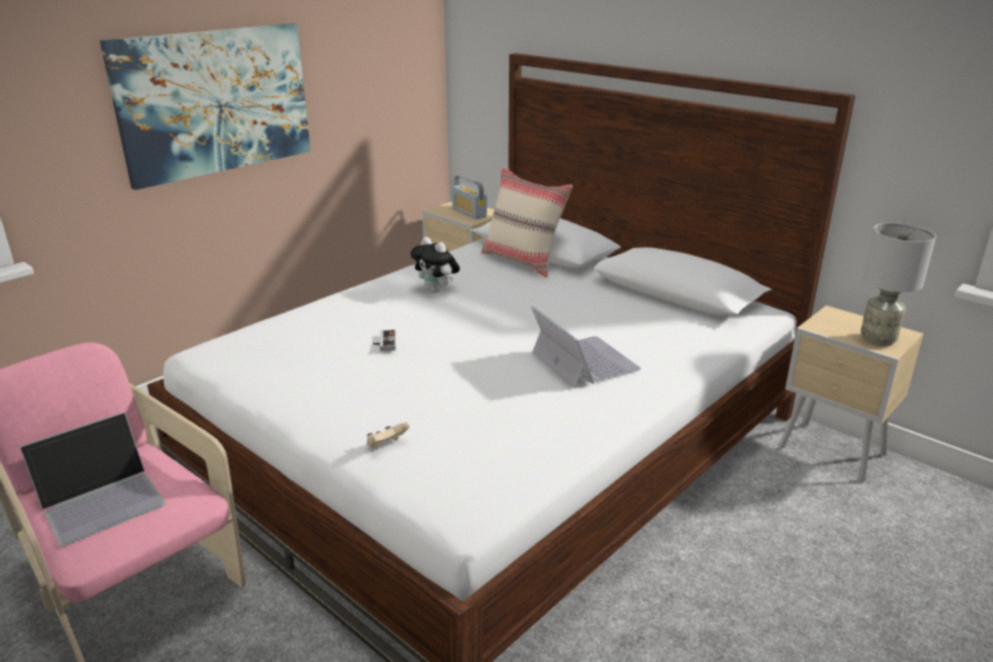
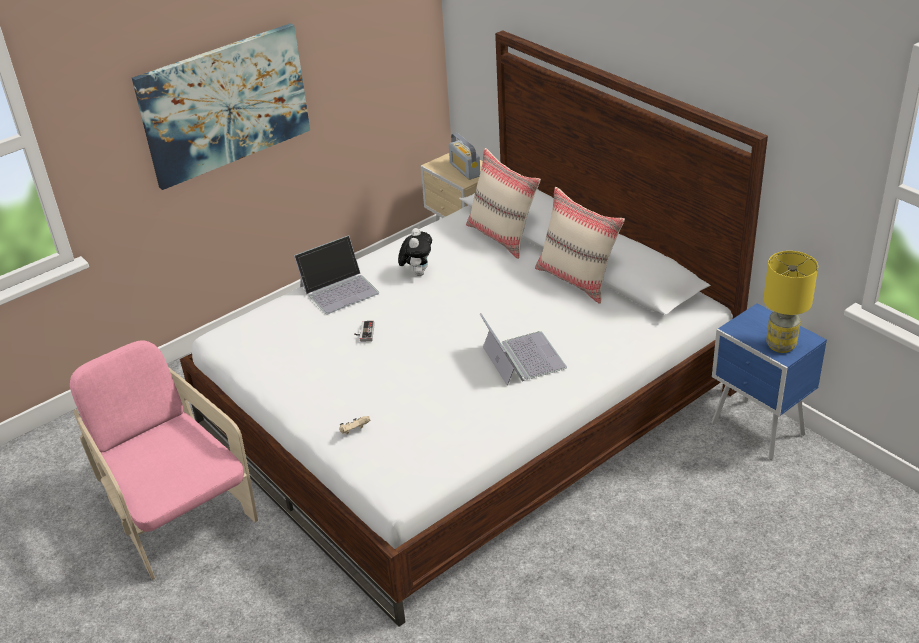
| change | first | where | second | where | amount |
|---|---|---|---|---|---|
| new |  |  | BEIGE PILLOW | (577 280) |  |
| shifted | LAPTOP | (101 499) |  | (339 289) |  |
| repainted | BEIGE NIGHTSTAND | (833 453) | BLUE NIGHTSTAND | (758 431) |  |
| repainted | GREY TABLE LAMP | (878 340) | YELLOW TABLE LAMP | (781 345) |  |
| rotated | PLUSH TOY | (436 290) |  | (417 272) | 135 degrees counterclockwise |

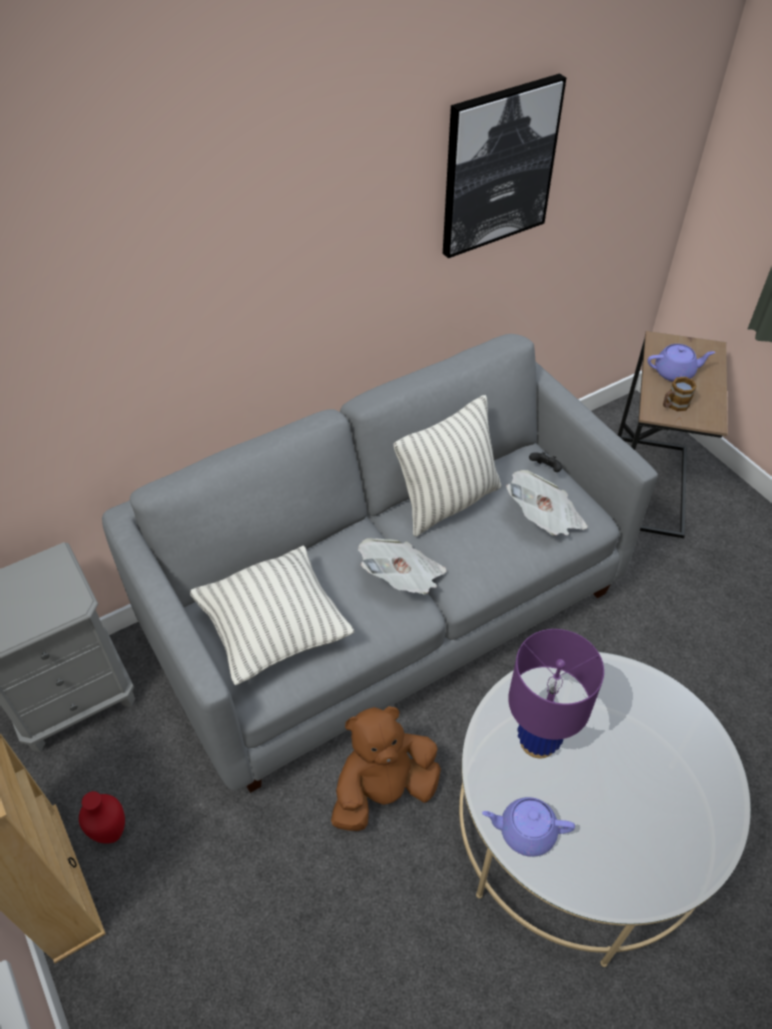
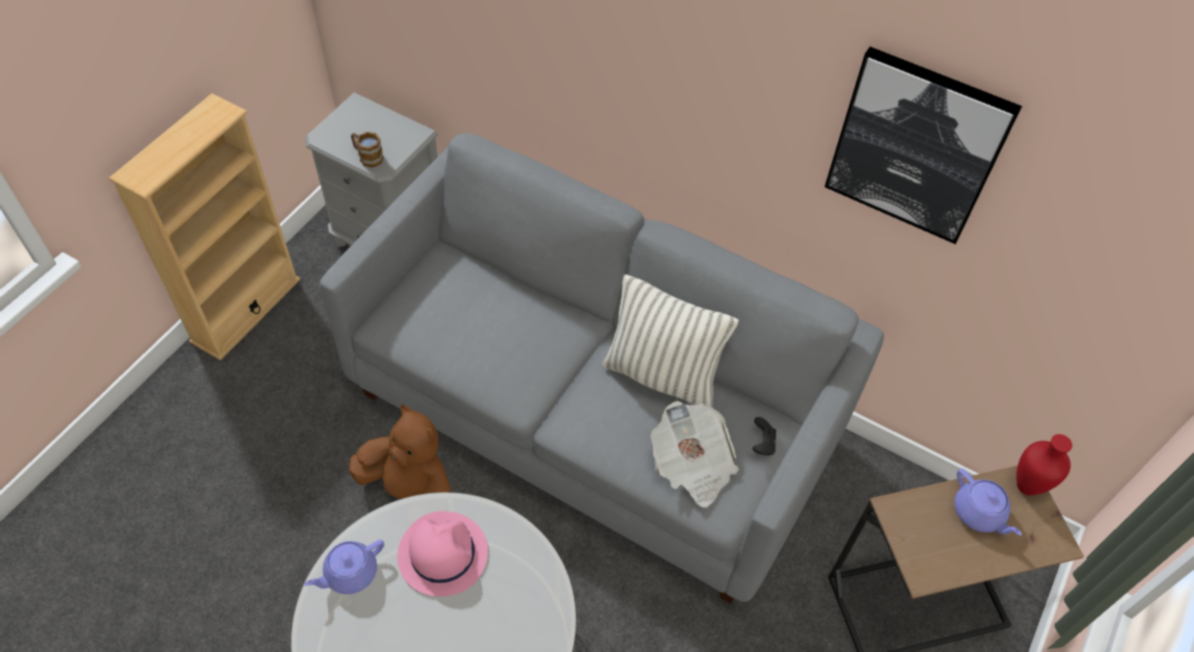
| change | first | where | second | where | amount |
|---|---|---|---|---|---|
| gone | PILLOW | (274 631) |  |  |  |
| gone | NEWSPAPER | (403 578) |  |  |  |
| shifted | RED VASE | (112 835) |  | (1026 487) |  |
| shifted | MUG | (674 405) |  | (367 156) |  |
| swapped | PURPLE TABLE LAMP | (537 741) | PINK HAT | (442 553) |  |
| rotated | PURPLE TEAPOT | (525 831) |  | (350 573) | 105 degrees counterclockwise |

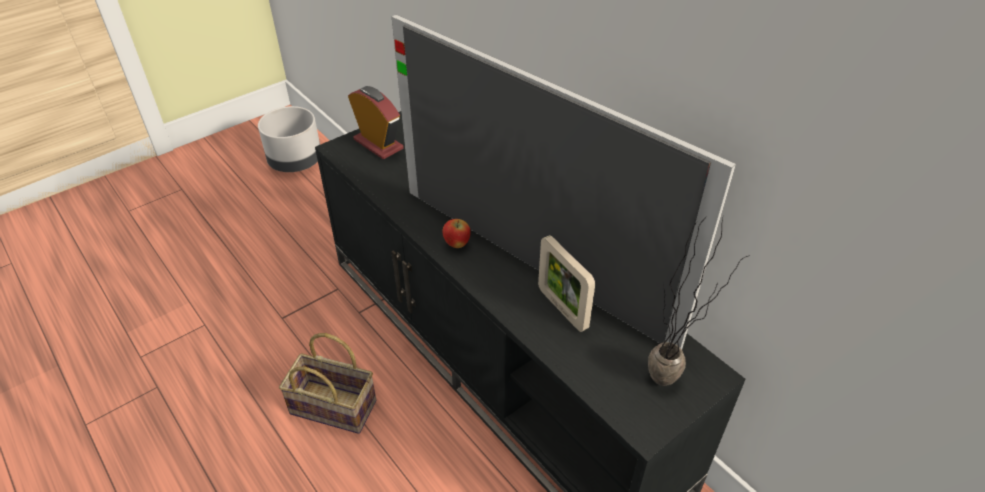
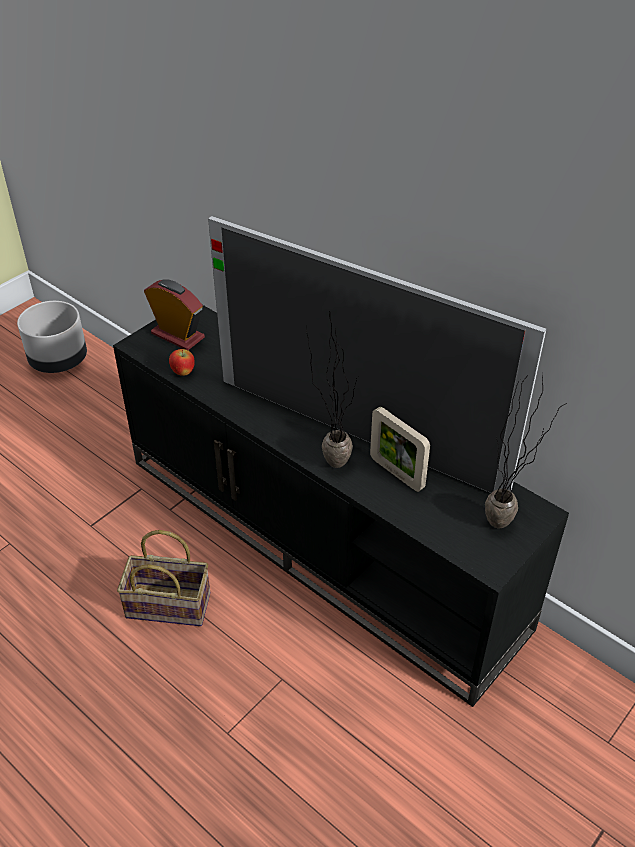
| change | first | where | second | where | amount |
|---|---|---|---|---|---|
| new |  |  | POTTED PLANT | (330 458) |  |
| shifted | APPLE | (457 244) |  | (183 372) |  |

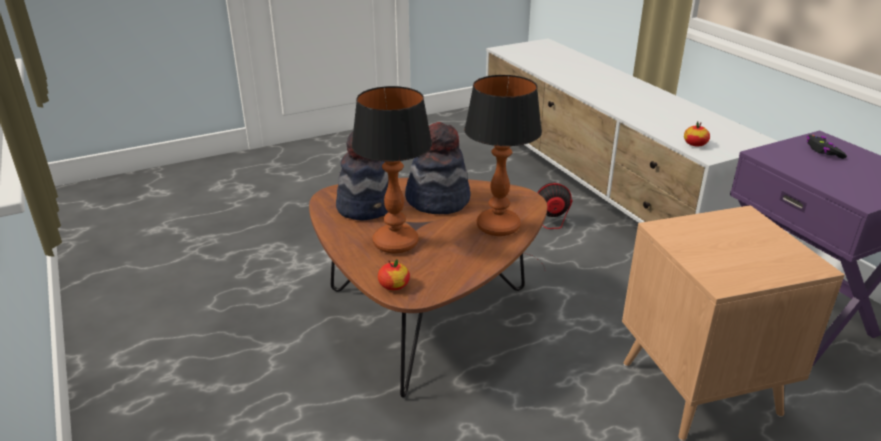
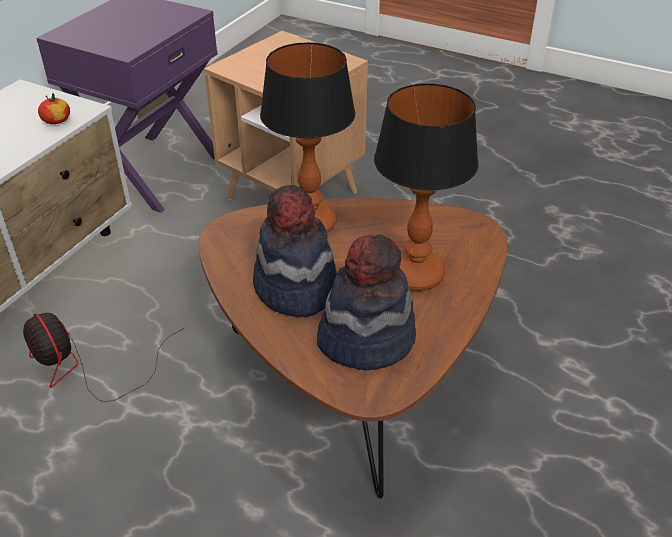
| change | first | where | second | where | amount |
|---|---|---|---|---|---|
| gone | APPLE | (394 285) |  |  |  |
| gone | BLACK GAME CONTROLLER | (823 151) |  |  |  |

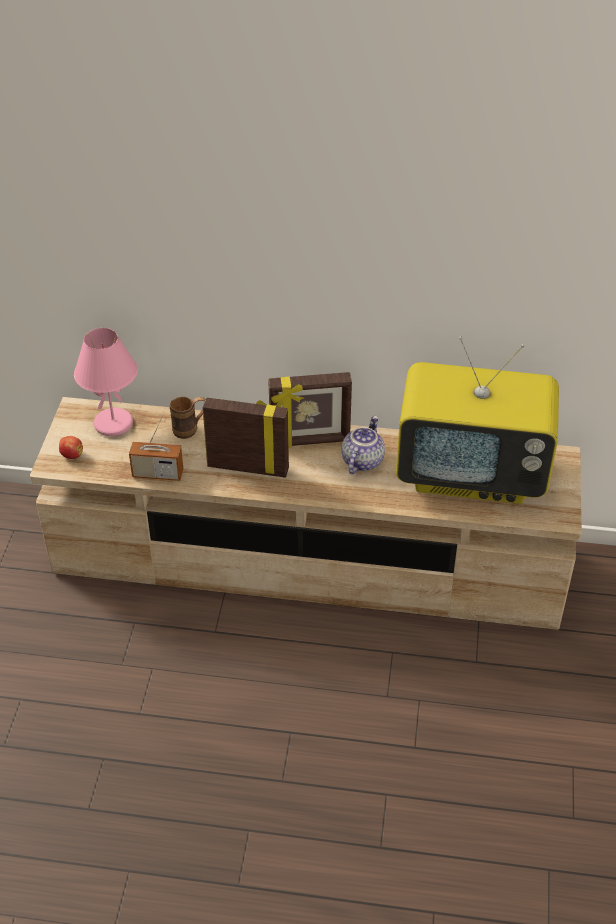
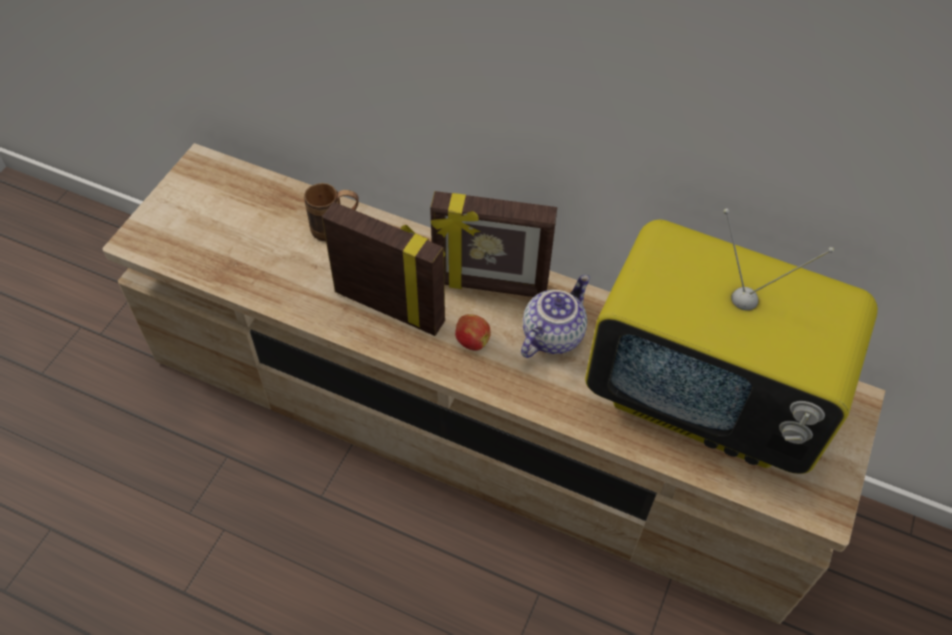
| change | first | where | second | where | amount |
|---|---|---|---|---|---|
| gone | PINK TABLE LAMP | (114 423) |  |  |  |
| gone | RADIO | (158 474) |  |  |  |
| shifted | APPLE | (71 455) |  | (471 341) |  |

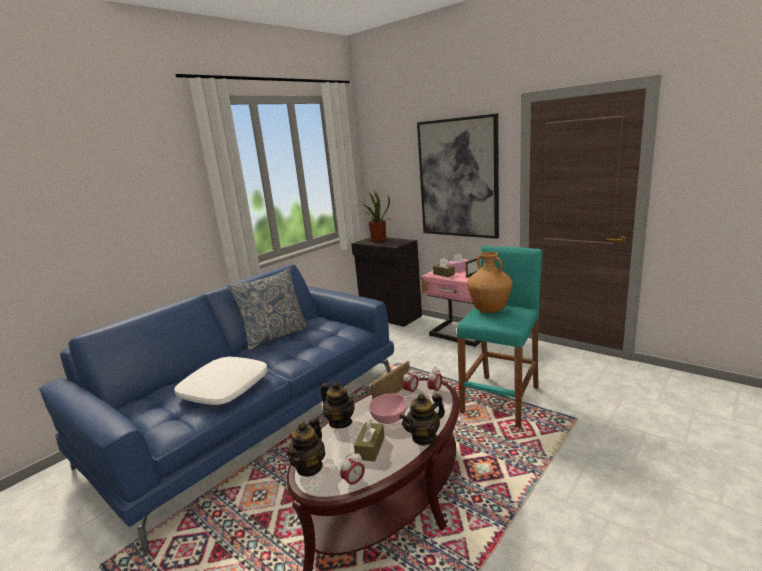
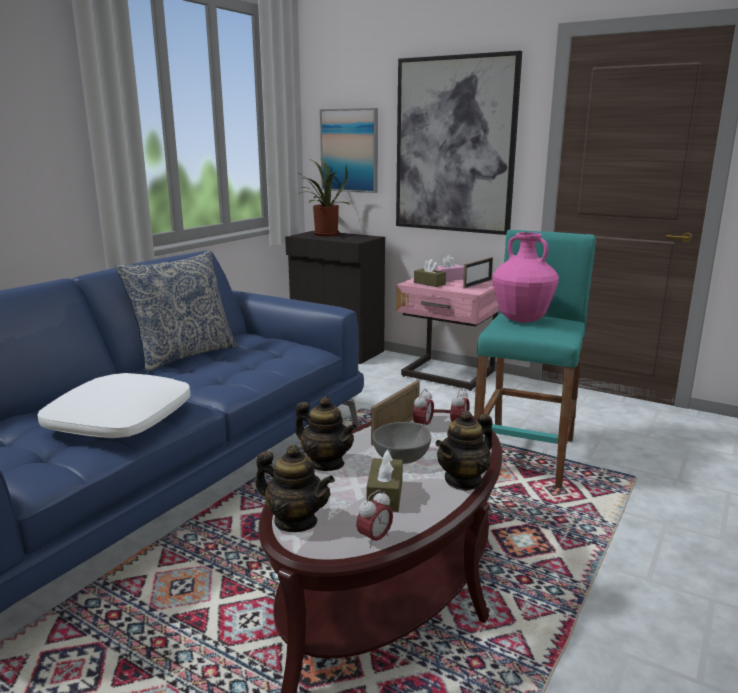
| change | first | where | second | where | amount |
|---|---|---|---|---|---|
| new |  |  | PICTURE | (349 150) |  |
| repainted | PINK BOWL | (390 419) | GREY BOWL | (403 459) |  |
| repainted | BROWN VASE | (489 310) | PINK VASE | (521 320) |  |
| rotated | TEAPOT | (309 467) |  | (295 521) | 75 degrees counterclockwise |

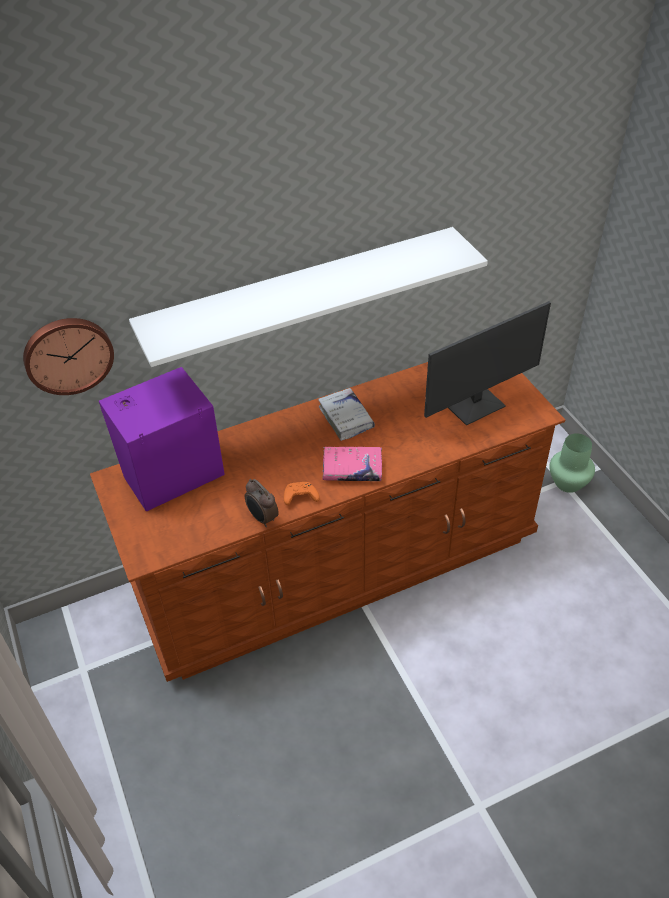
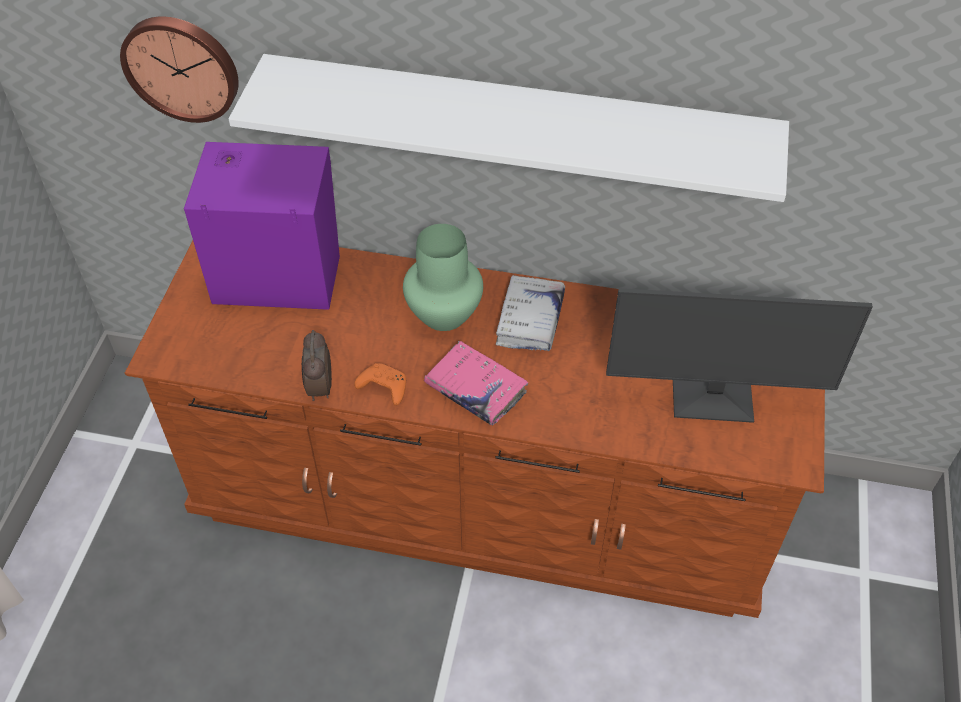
| change | first | where | second | where | amount |
|---|---|---|---|---|---|
| shifted | GREEN VASE | (568 482) |  | (445 313) |  |

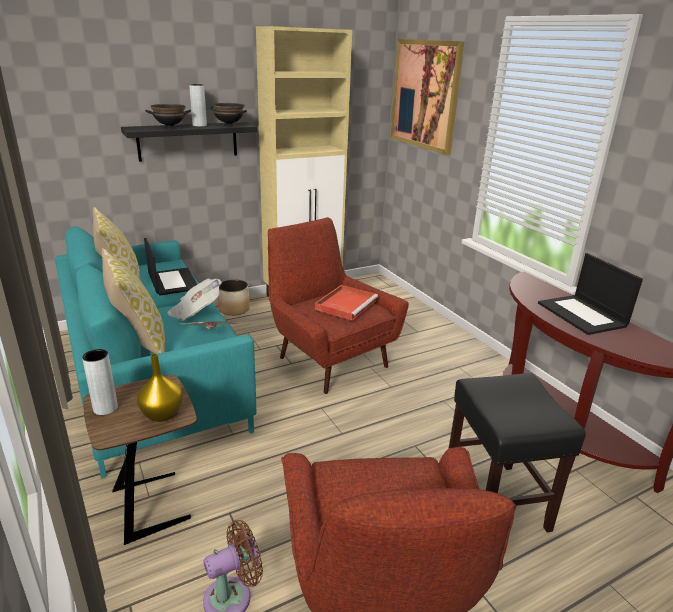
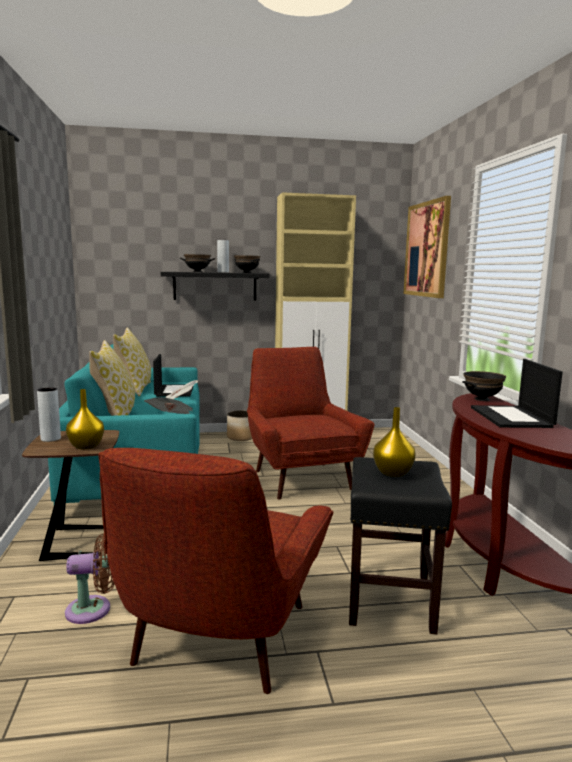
| change | first | where | second | where | amount |
|---|---|---|---|---|---|
| gone | RED TRAY | (346 304) |  |  |  |
| new |  |  | YELLOW VASE | (392 473) |  |
| new |  |  | BLACK BOWL | (482 399) |  |

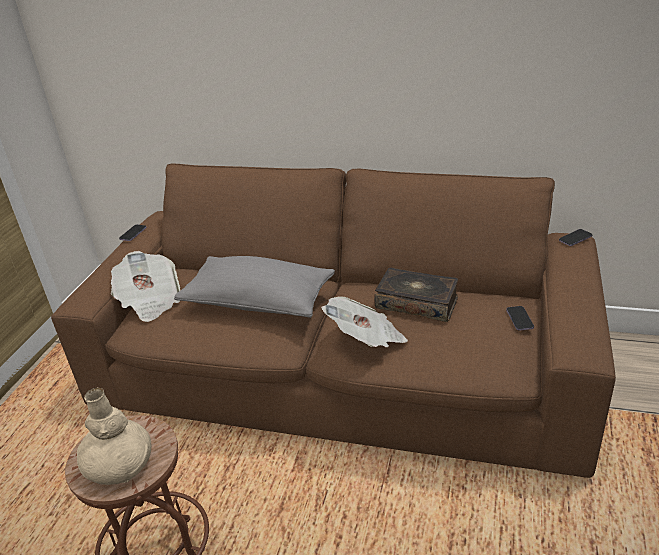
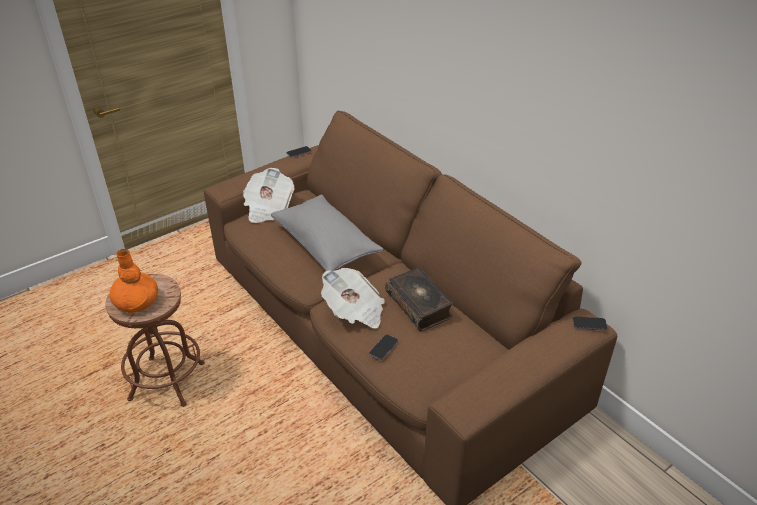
| change | first | where | second | where | amount |
|---|---|---|---|---|---|
| shifted | PHONE | (519 319) |  | (383 348) |  |
| repainted | BEIGE VASE | (120 464) | ORANGE VASE | (137 301) |  |

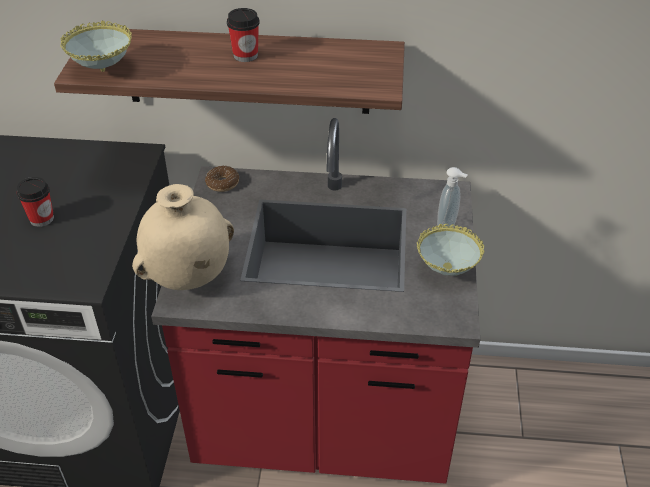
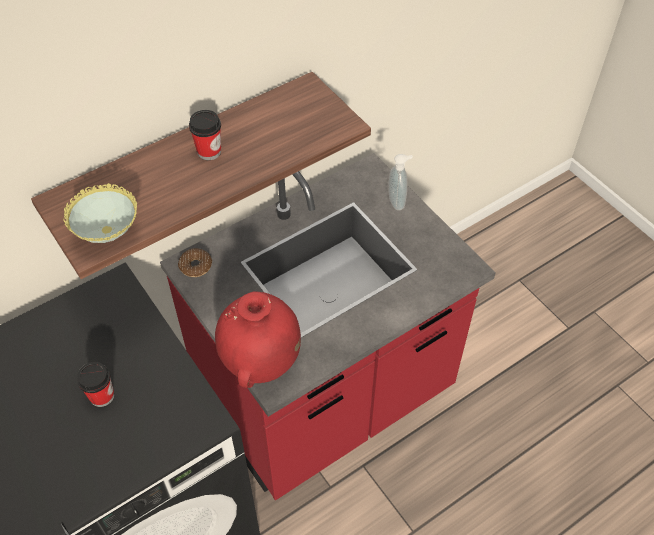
| change | first | where | second | where | amount |
|---|---|---|---|---|---|
| gone | BOWL | (446 272) |  |  |  |
| repainted | BEIGE VASE | (188 278) | RED VASE | (261 362) |  |

